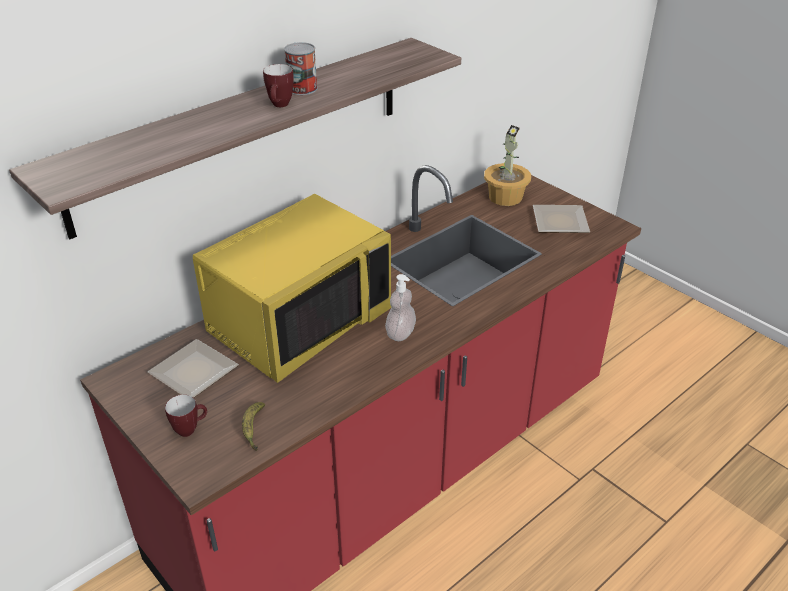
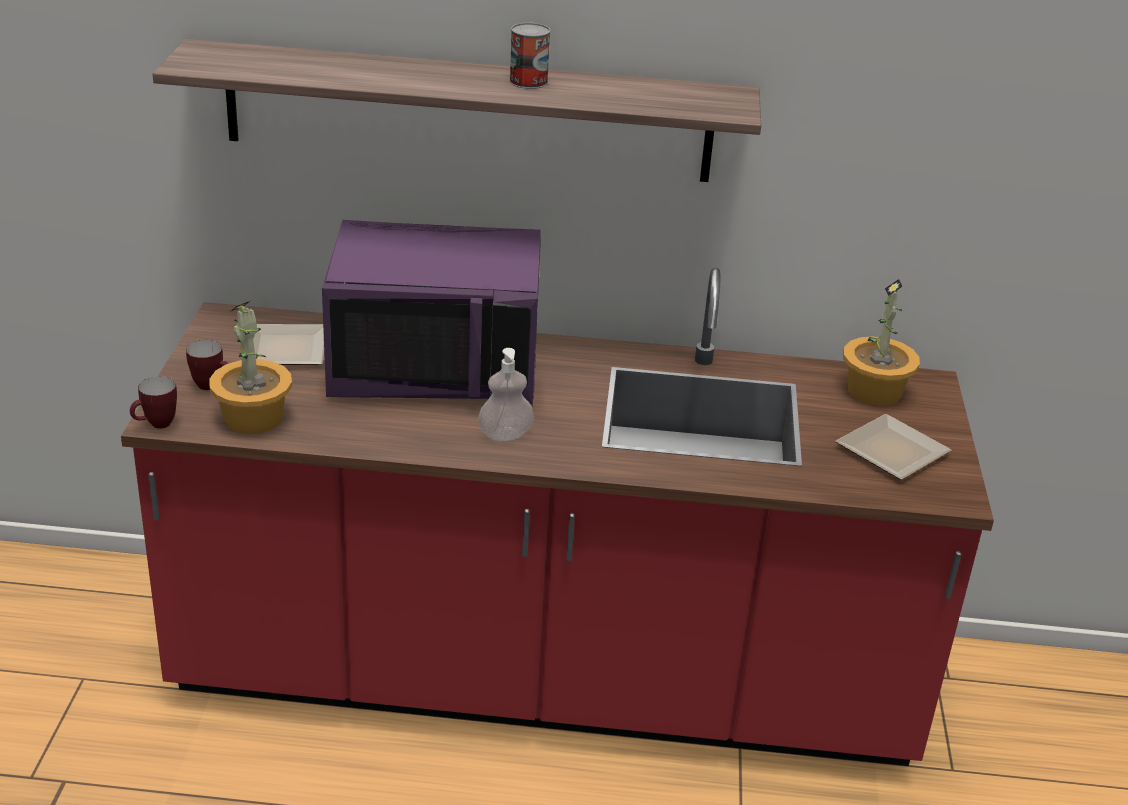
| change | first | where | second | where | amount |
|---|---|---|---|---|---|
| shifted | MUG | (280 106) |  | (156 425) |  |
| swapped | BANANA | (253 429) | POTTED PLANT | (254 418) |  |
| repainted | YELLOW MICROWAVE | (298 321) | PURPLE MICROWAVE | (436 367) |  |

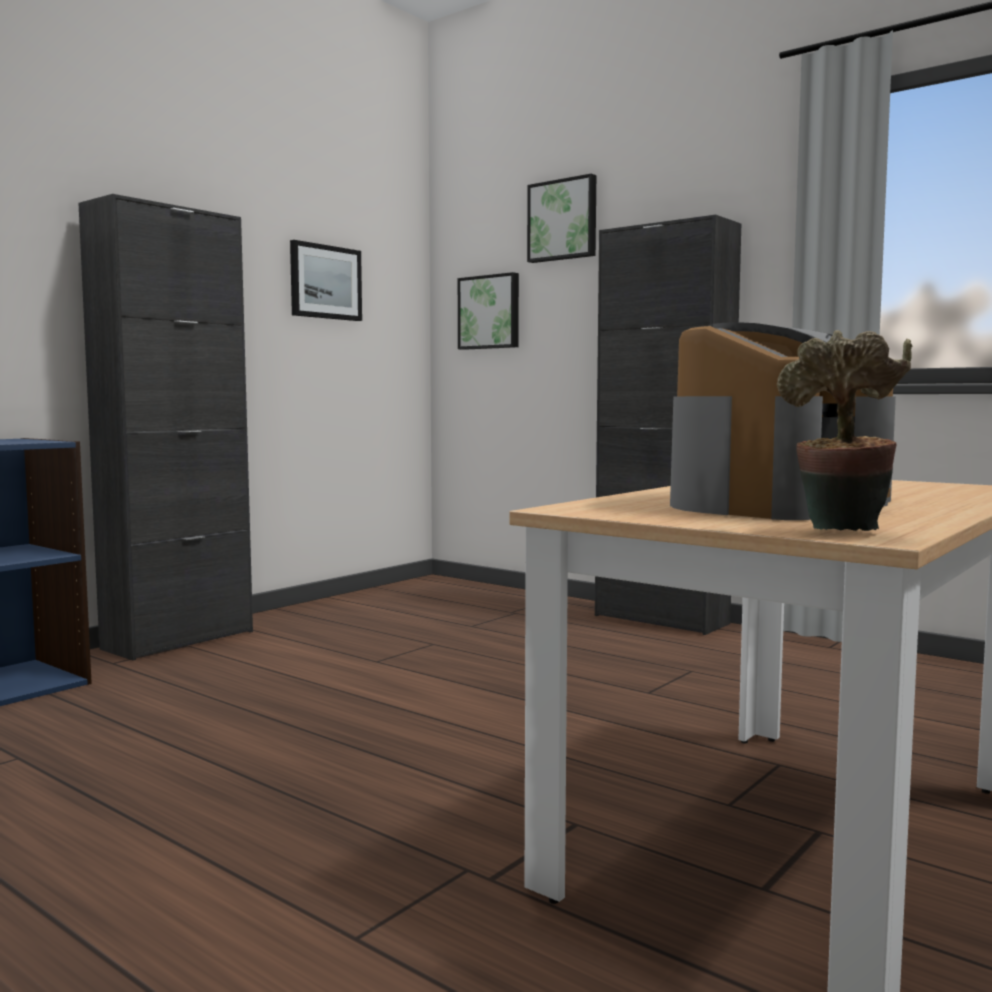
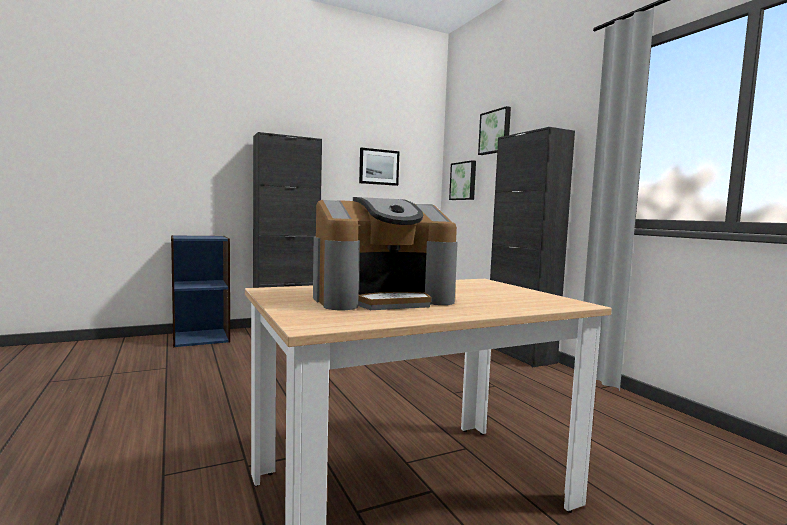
| change | first | where | second | where | amount |
|---|---|---|---|---|---|
| gone | POTTED PLANT | (841 533) |  |  |  |

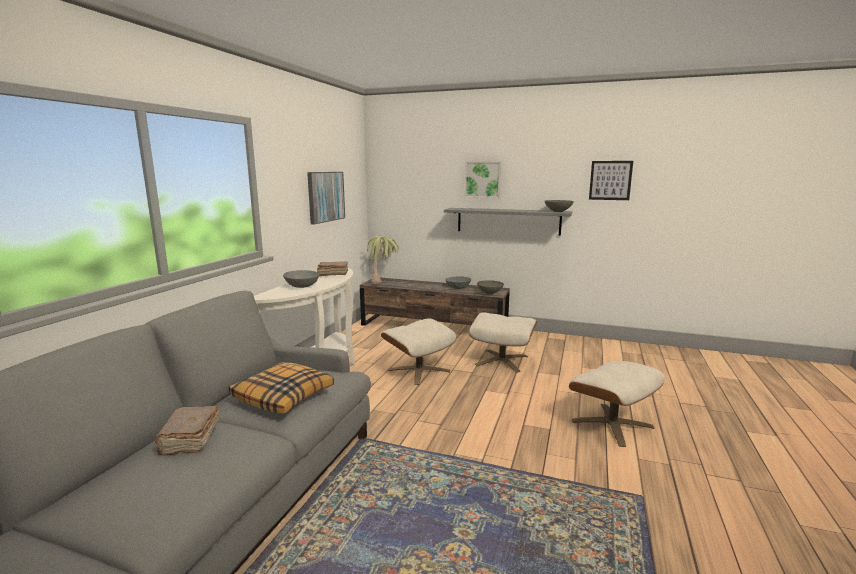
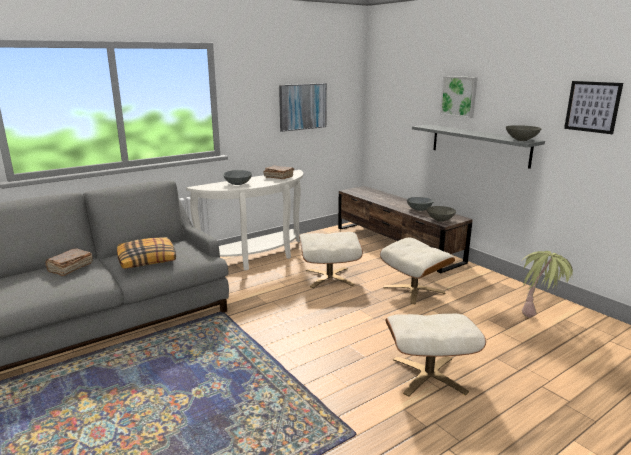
| change | first | where | second | where | amount |
|---|---|---|---|---|---|
| shifted | POTTED PLANT | (383 282) |  | (539 312) |  |

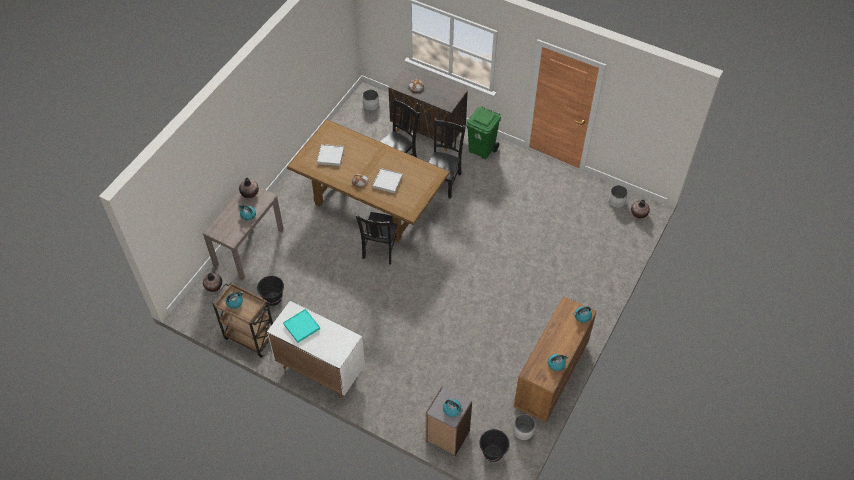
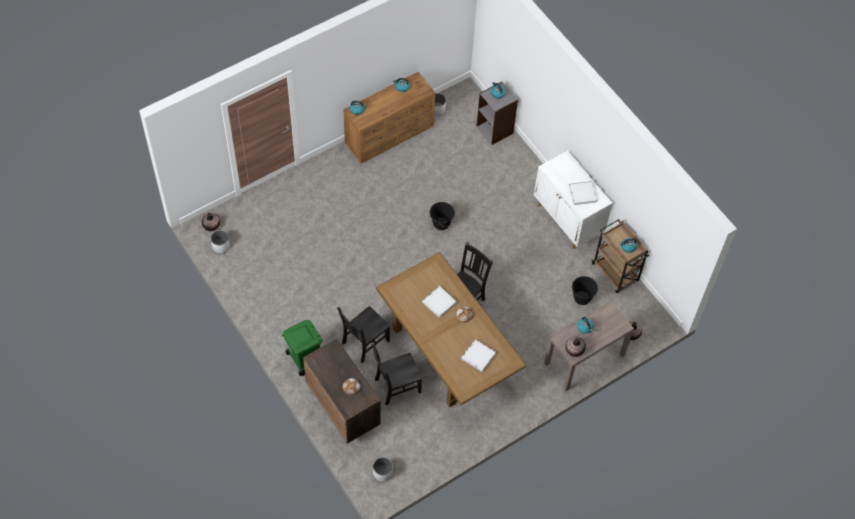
| change | first | where | second | where | amount |
|---|---|---|---|---|---|
| shifted | BLACK BUCKET | (493 453) |  | (441 223) |  |
| repainted | TURQUOISE TRAY | (302 326) | WHITE TRAY | (582 193) |  |

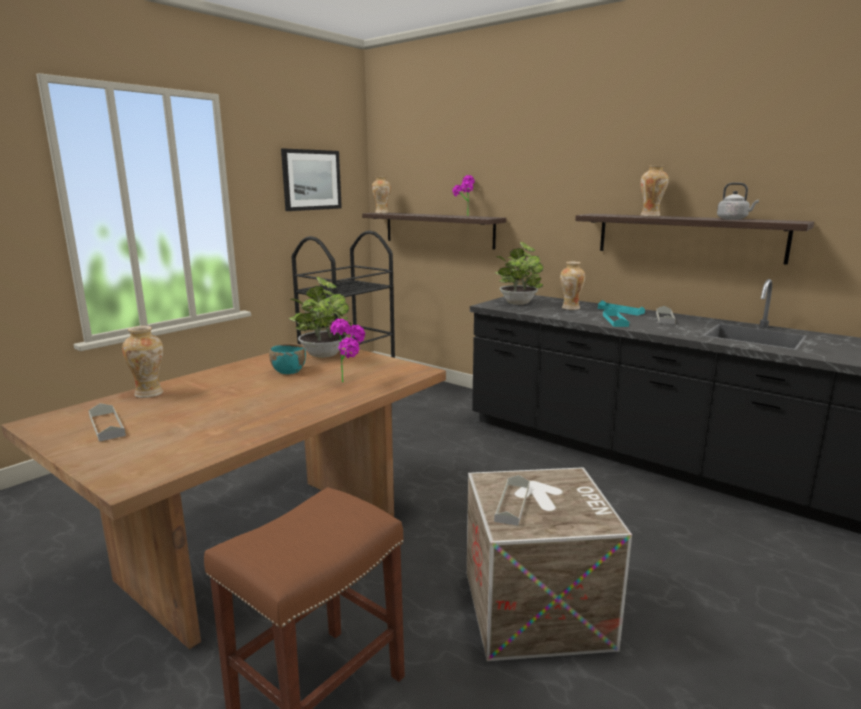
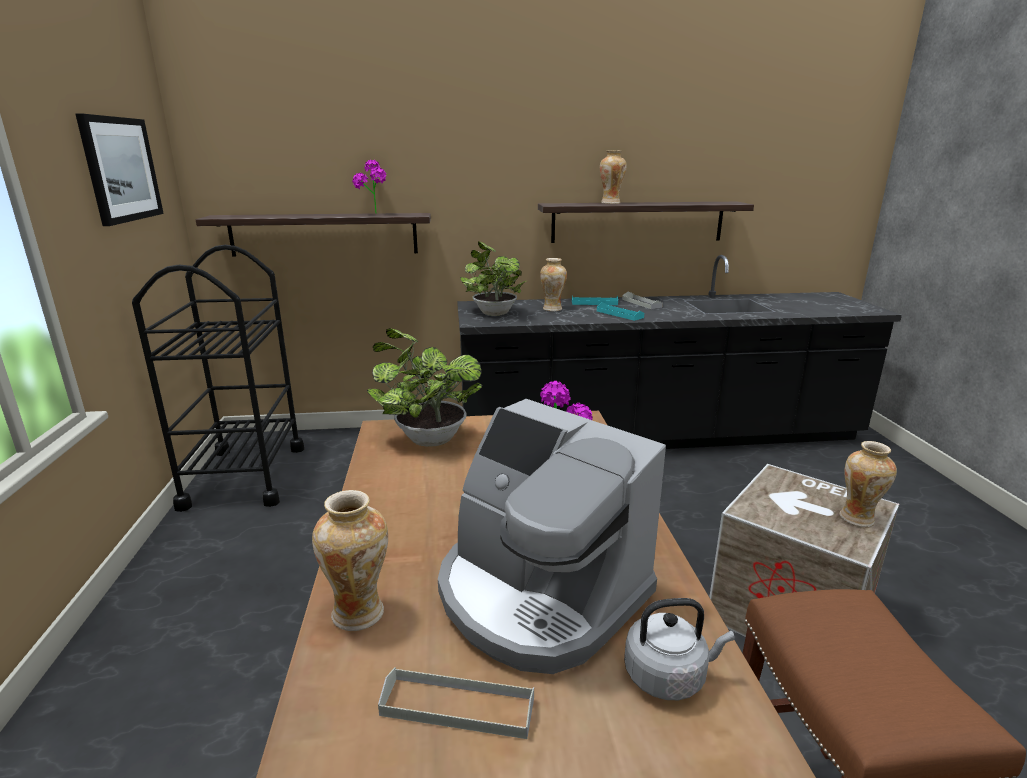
| change | first | where | second | where | amount |
|---|---|---|---|---|---|
| gone | TURQUOISE BOWL | (289 371) |  |  |  |
| gone | GREY TRAY | (512 503) |  |  |  |
| new |  |  | COFFEE MACHINE | (539 595) |  |
| shifted | VASE | (381 213) |  | (858 519) |  |
| shifted | GREY KETTLE | (733 219) |  | (668 676) |  |

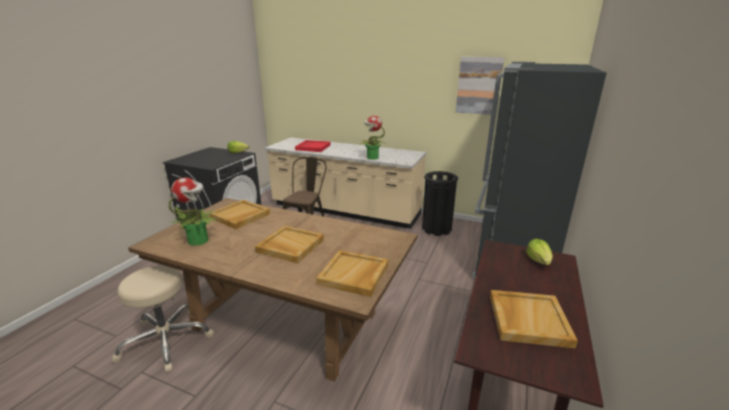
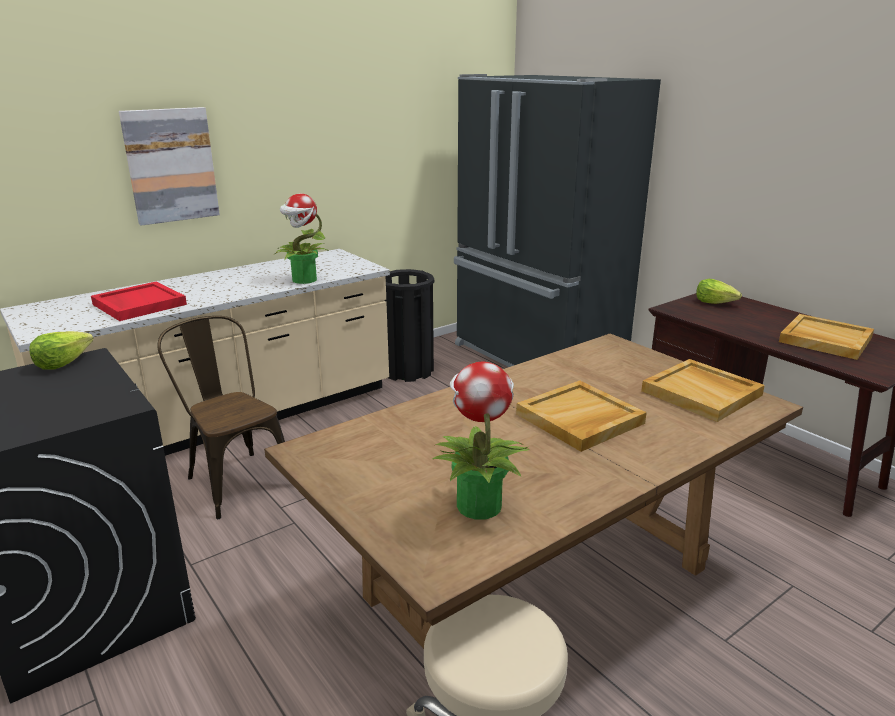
| change | first | where | second | where | amount |
|---|---|---|---|---|---|
| gone | BEIGE TRAY | (240 216) |  |  |  |
| shifted | PICTURE | (479 85) |  | (171 165) |  |

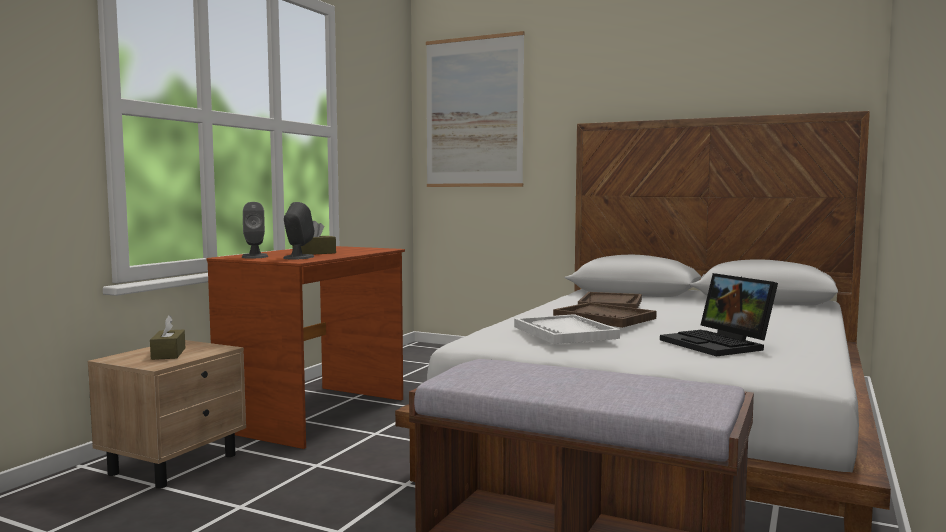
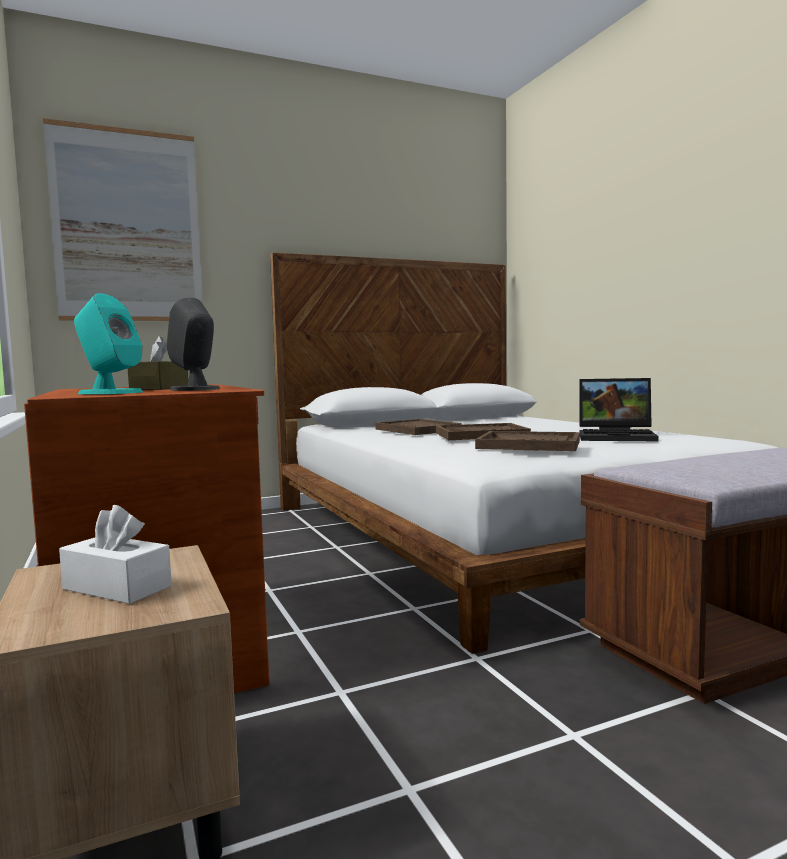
| change | first | where | second | where | amount |
|---|---|---|---|---|---|
| repainted | BROWN TISSUE BOX | (168 354) | WHITE TISSUE BOX | (117 587) |  |
| repainted | GREY SPEAKER | (255 256) | TURQUOISE SPEAKER | (109 393) |  |
| repainted | WHITE TRAY | (565 332) | BROWN TRAY | (529 445) |  |

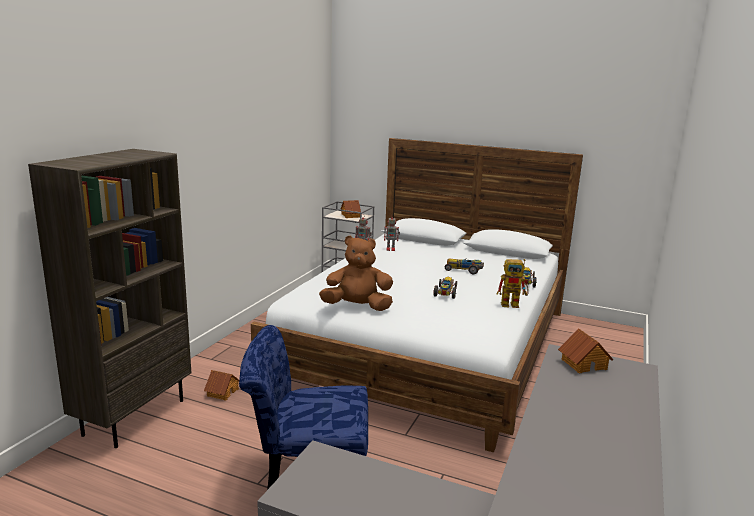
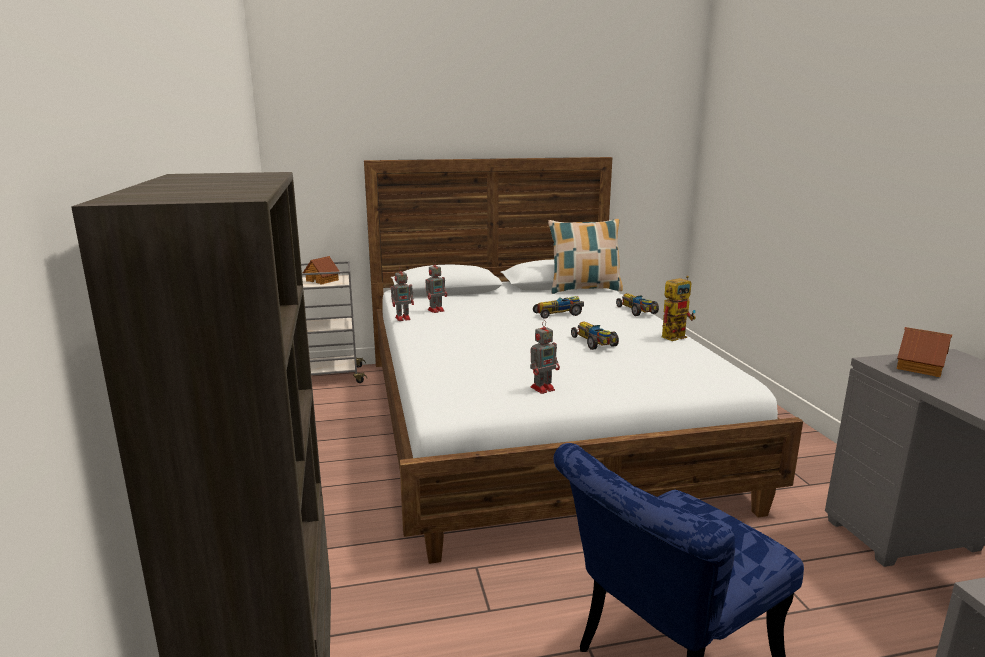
| change | first | where | second | where | amount |
|---|---|---|---|---|---|
| gone | TOY HOUSE | (222 392) |  |  |  |
| new |  |  | PILLOW | (584 289) |  |
| swapped | BROWN PLUSH TOY | (357 307) | TOY ROBOT | (543 388) |  |

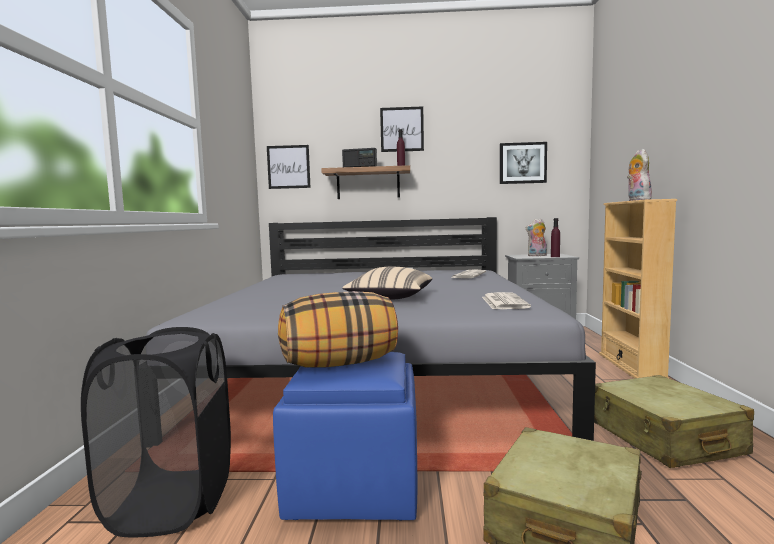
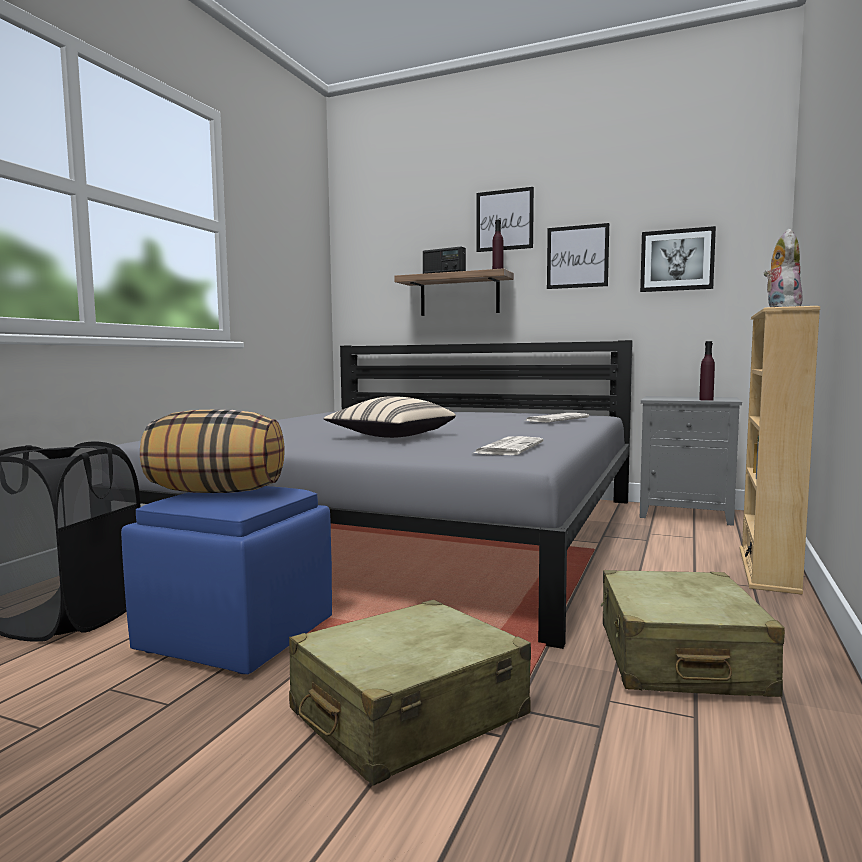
| change | first | where | second | where | amount |
|---|---|---|---|---|---|
| gone | PLUSH TOY | (537 256) |  |  |  |
| shifted | PICTURE | (288 167) |  | (577 257) |  |

